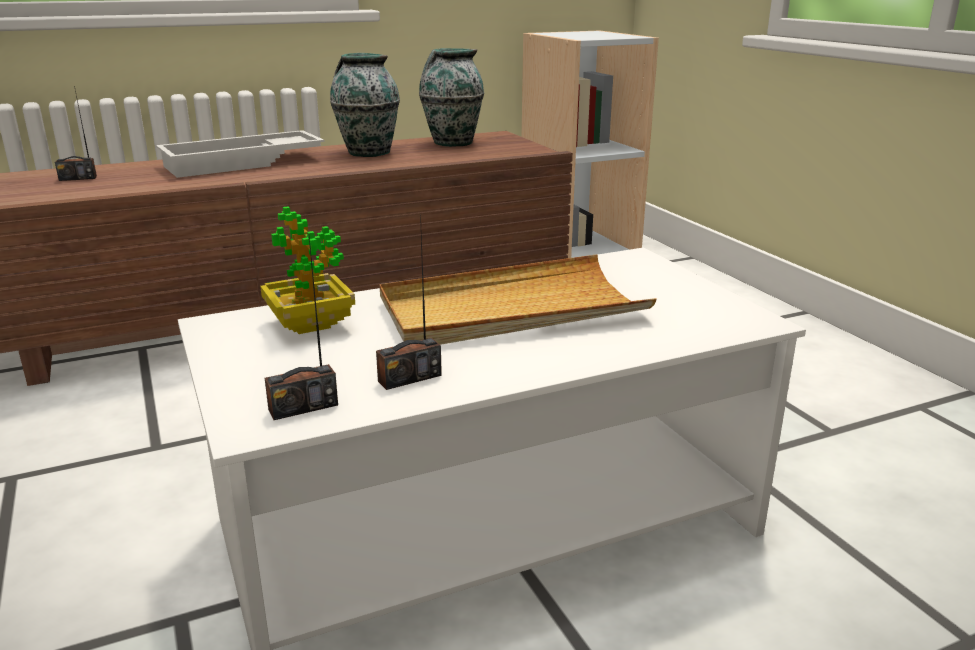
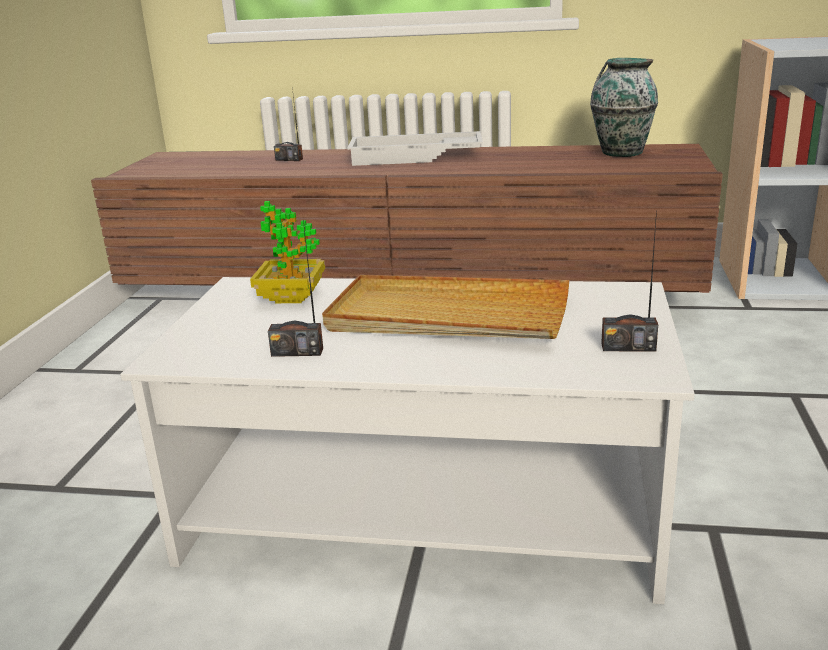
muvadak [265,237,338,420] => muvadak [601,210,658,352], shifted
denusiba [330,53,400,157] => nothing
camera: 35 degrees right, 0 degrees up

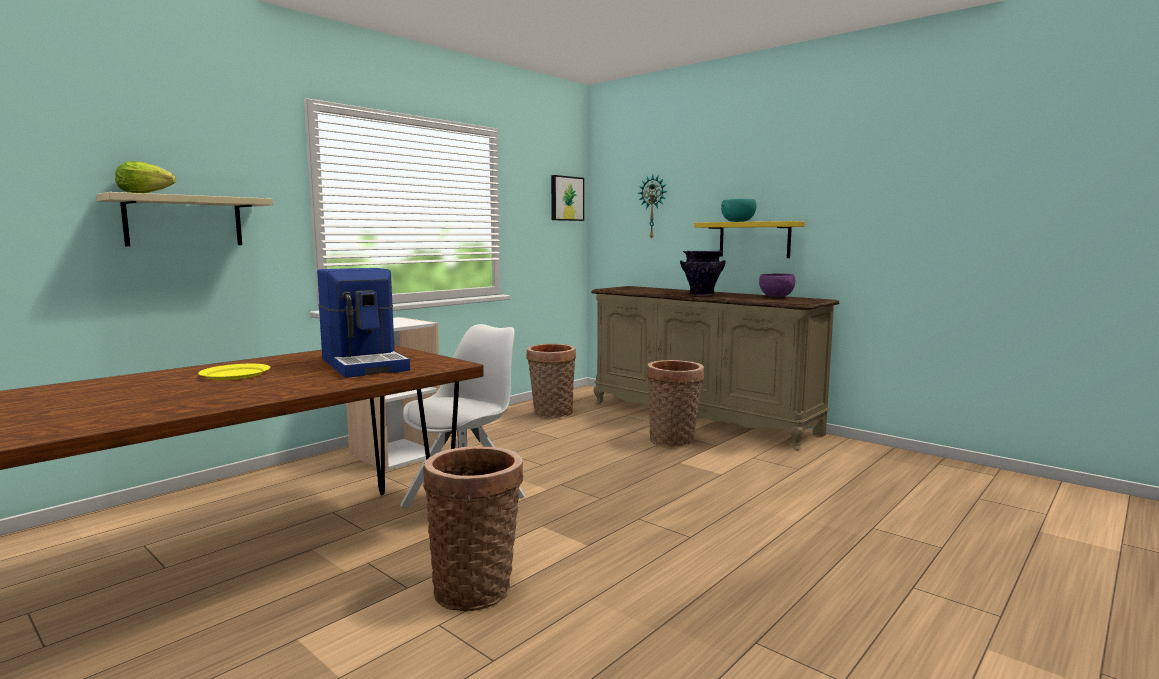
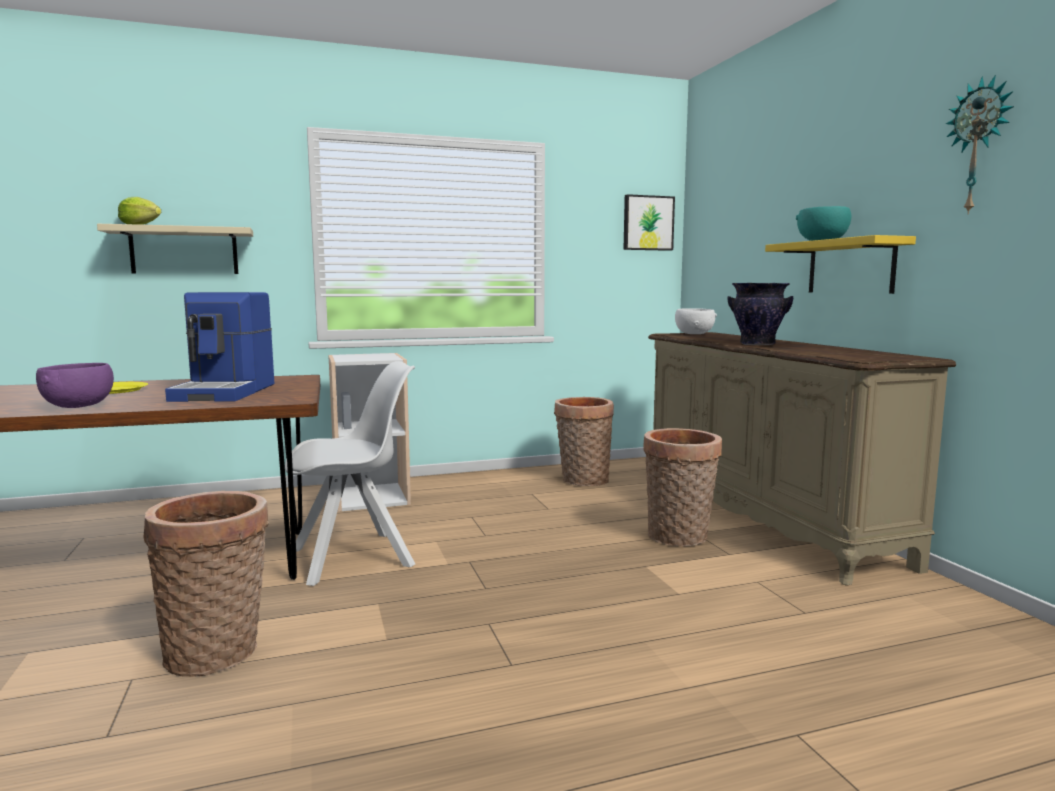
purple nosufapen [759,273,795,297] => purple nosufapen [36,363,114,408], shifted
nothing => white nosufapen [675,308,717,334]
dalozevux [639,175,667,240] => dalozevux [946,75,1014,214], shifted
camera: 30 degrees right, 0 degrees up

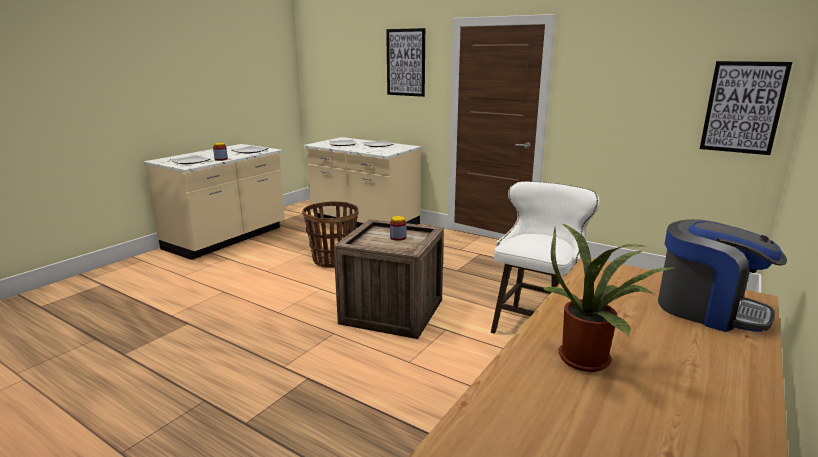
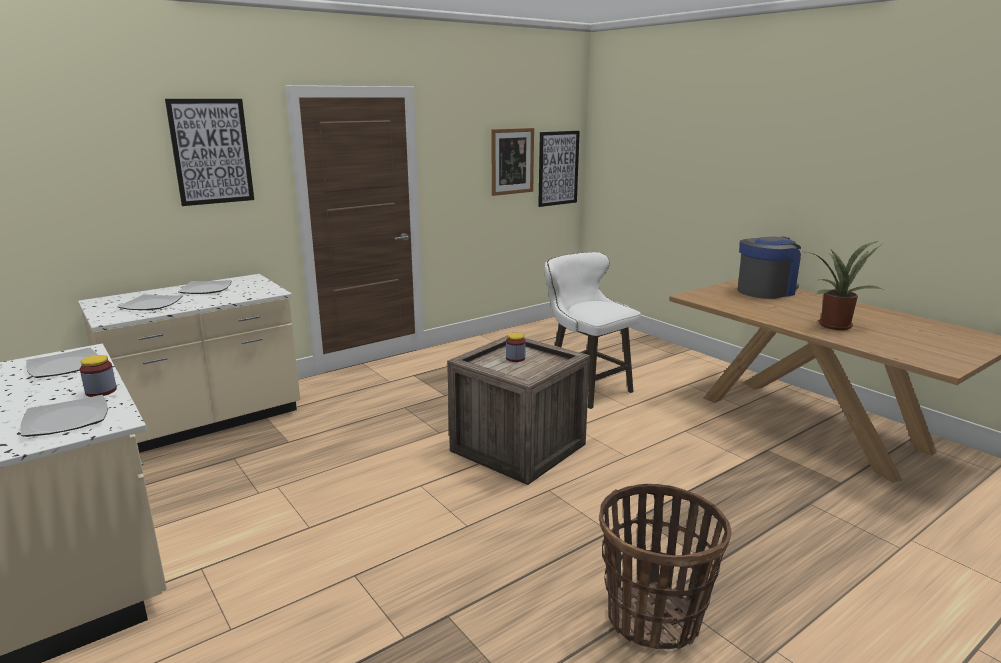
nothing => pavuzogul [491,128,534,196]
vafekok [302,201,358,268] => vafekok [599,484,731,649], shifted
camera: 70 degrees left, 0 degrees up

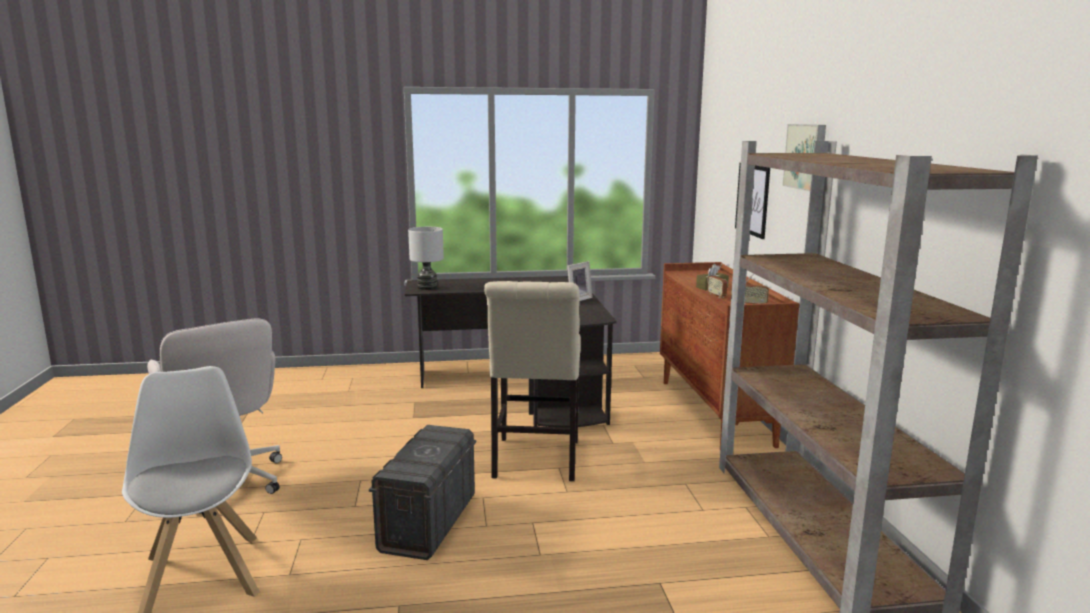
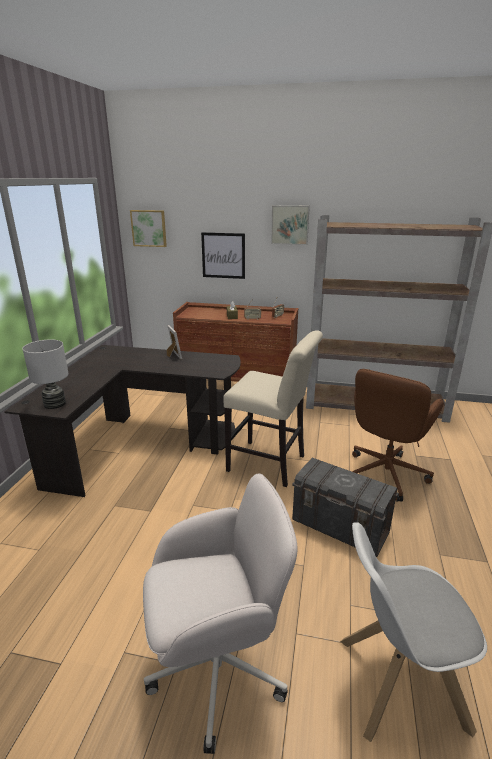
nothing => pavuzogul [130,210,167,247]
nothing => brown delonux [352,369,444,502]
camera: 70 degrees left, 10 degrees up

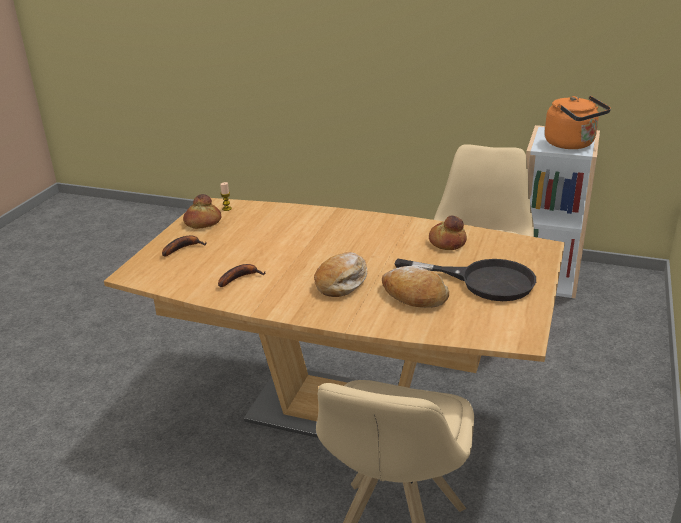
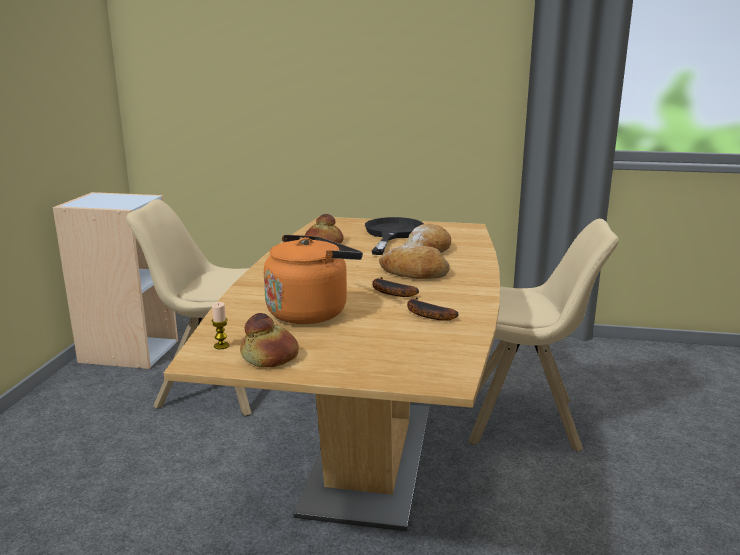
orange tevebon [545,96,611,149] => orange tevebon [264,235,363,324], shifted
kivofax [162,236,207,256] => kivofax [372,277,419,297], shifted
camera: 100 degrees left, 10 degrees down

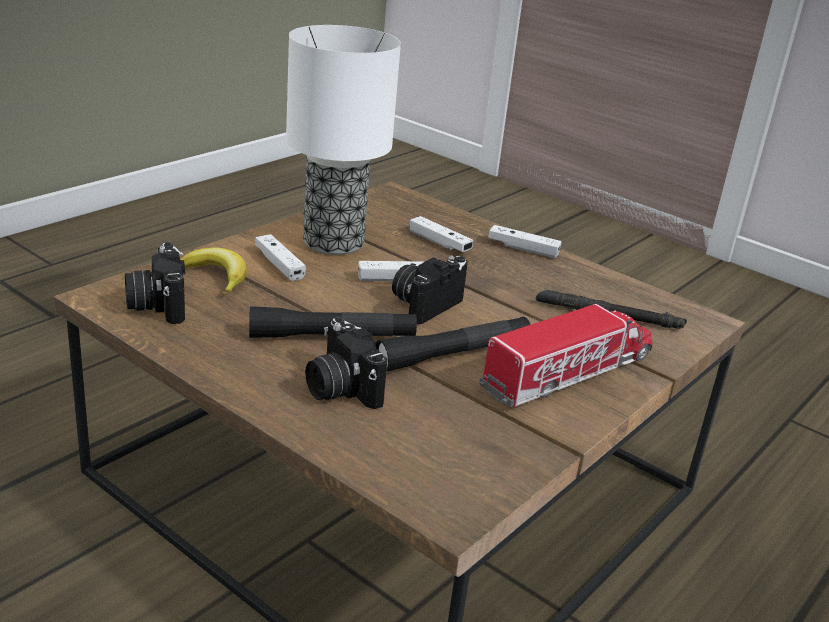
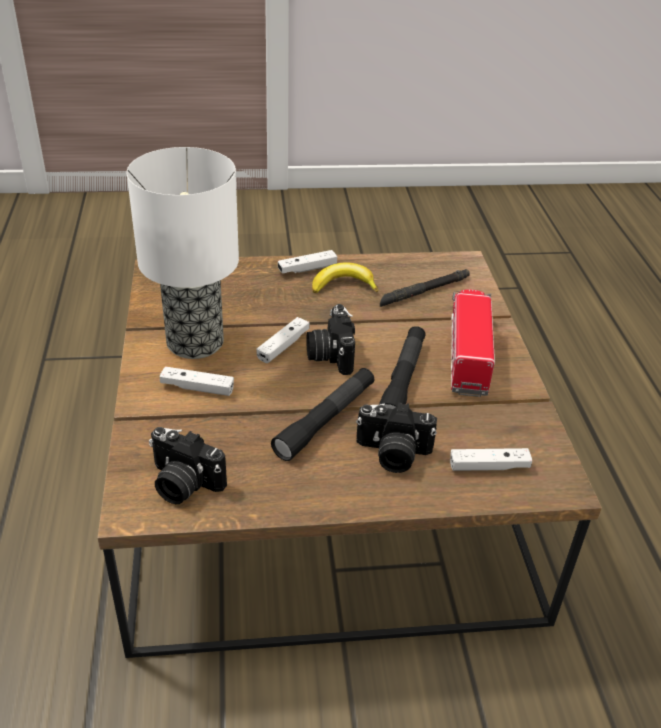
kivofax [180,248,247,296] => kivofax [312,262,378,294], shifted
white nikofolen [409,216,473,252] => white nikofolen [450,448,532,471], shifted
camera: 45 degrees left, 10 degrees up

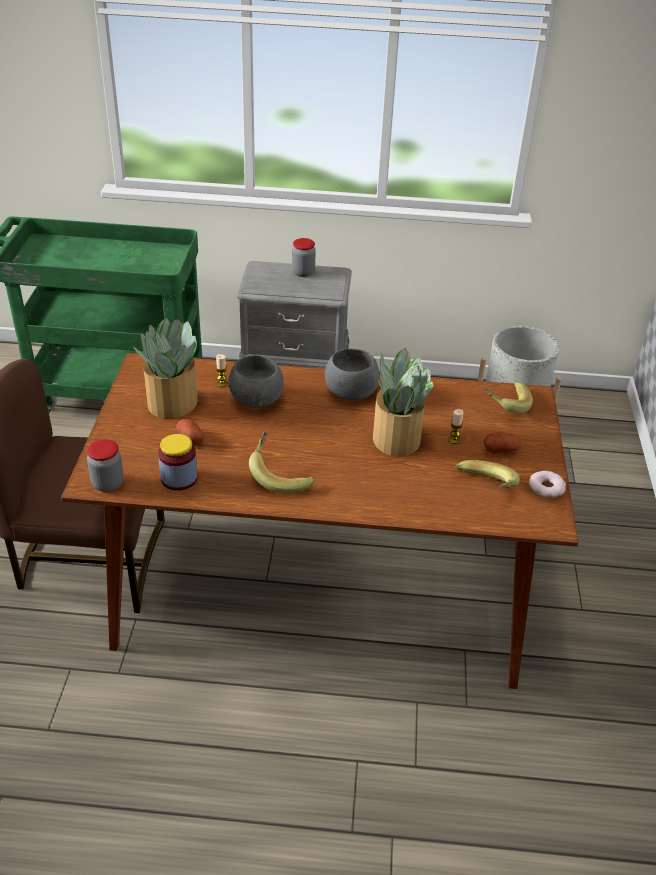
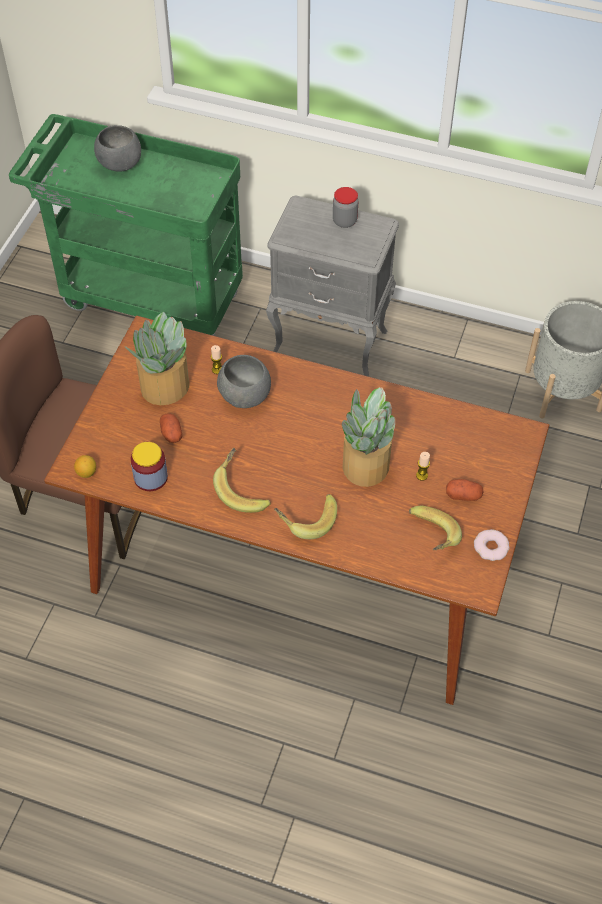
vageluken [87,439,123,492] => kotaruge [74,455,96,478]
grey nosufapen [325,348,380,400] => grey nosufapen [94,125,141,172], shifted
kivofax [483,381,533,414] => kivofax [274,494,337,539], shifted
camera: 15 degrees right, 15 degrees up

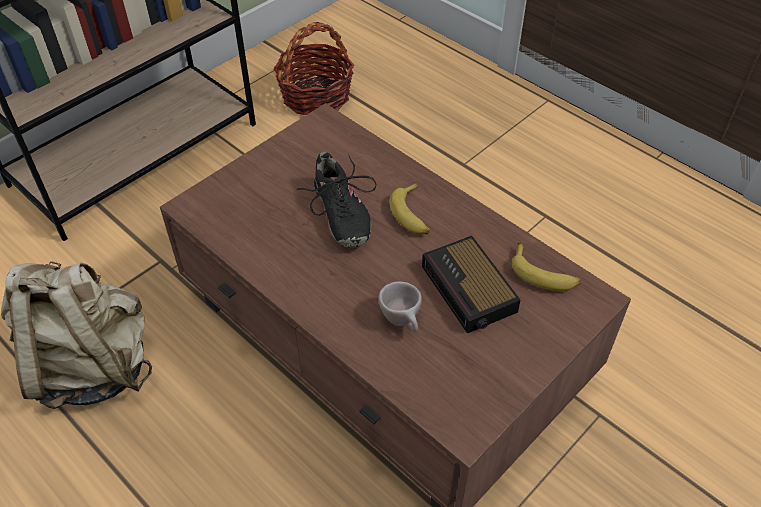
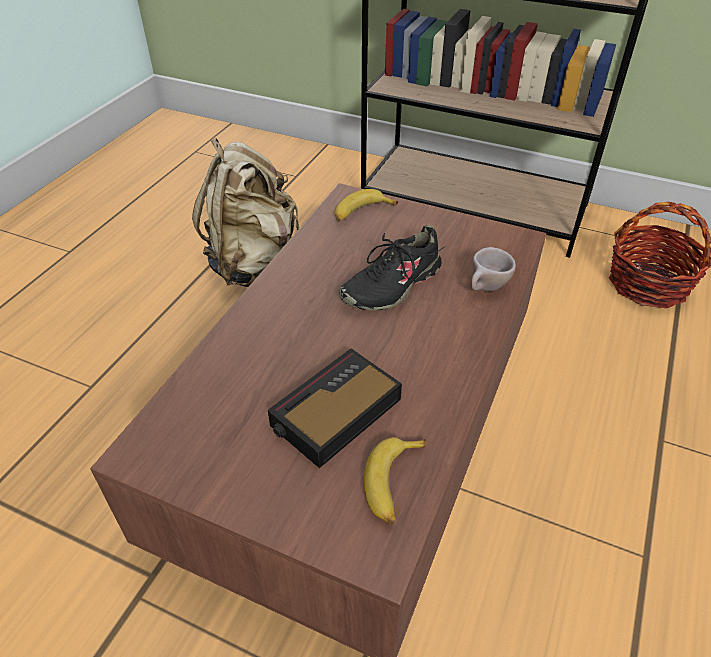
kivofax [389,182,430,234] => kivofax [334,189,398,222], shifted
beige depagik [379,282,422,332] => beige depagik [470,247,516,291], shifted
camera: 70 degrees right, 5 degrees down

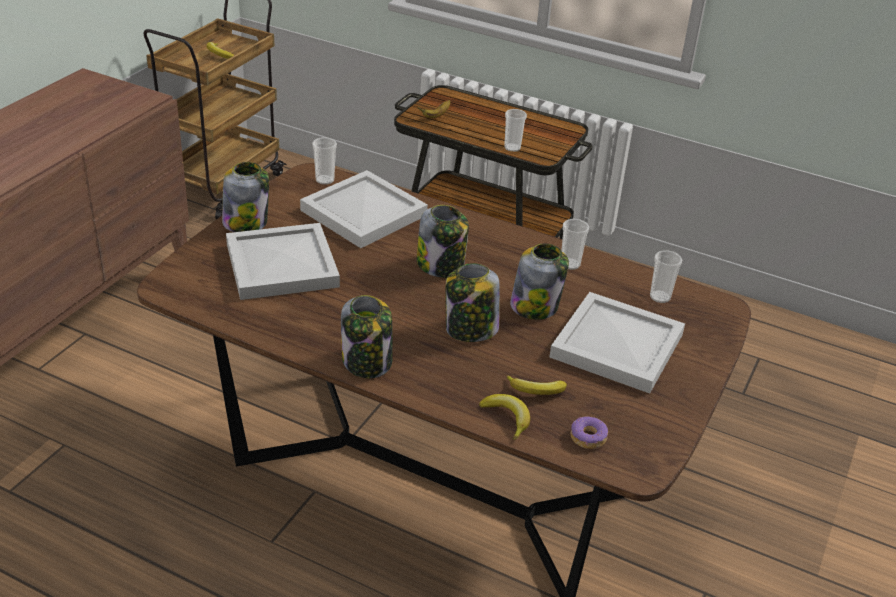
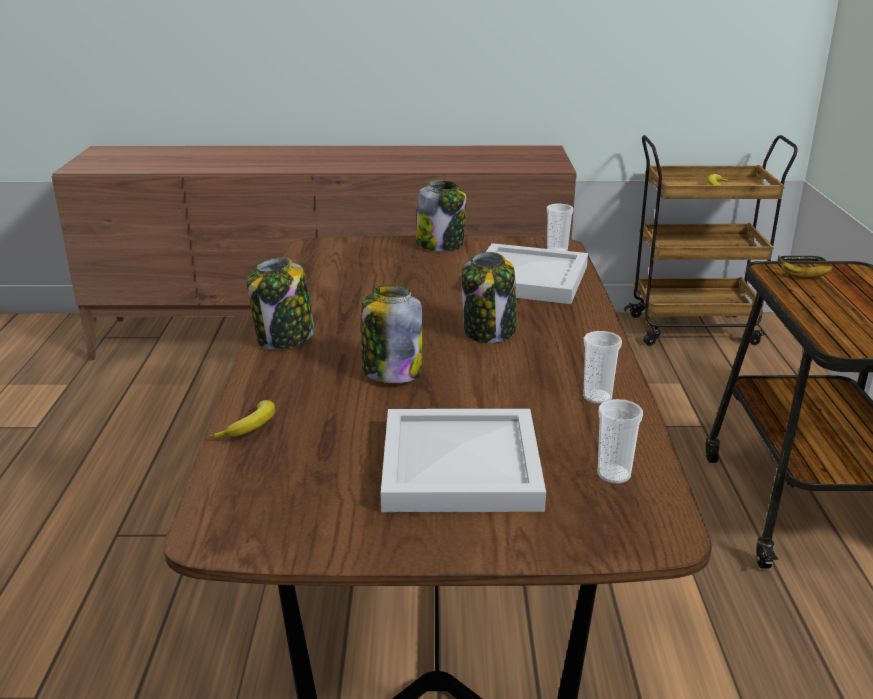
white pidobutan [226,223,340,300] => nothing
depagik [504,109,527,152] => nothing
kivofax [507,375,567,395] => nothing
vageluken [510,244,569,320] => nothing
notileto [571,416,608,449] => nothing
camera: 65 degrees right, 10 degrees down

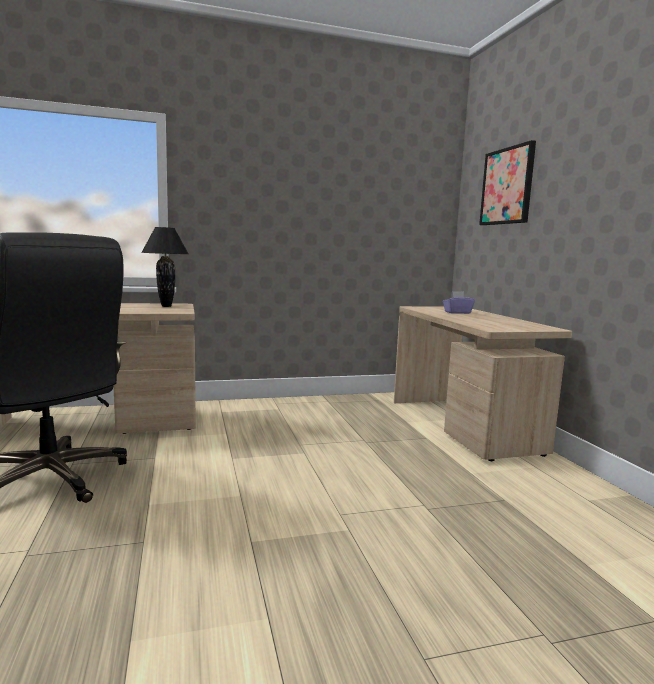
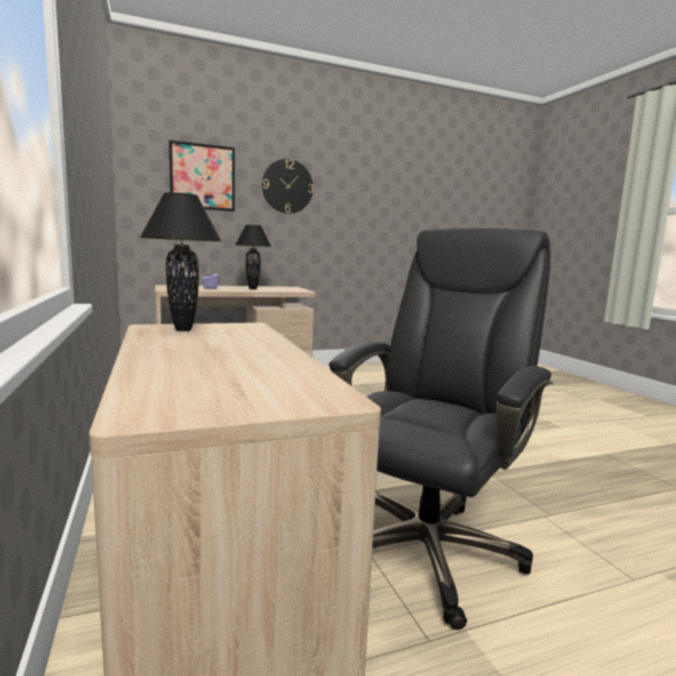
nothing => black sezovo [235,225,272,290]
nothing => dalozevux [262,159,313,214]
camera: 95 degrees left, 0 degrees up

